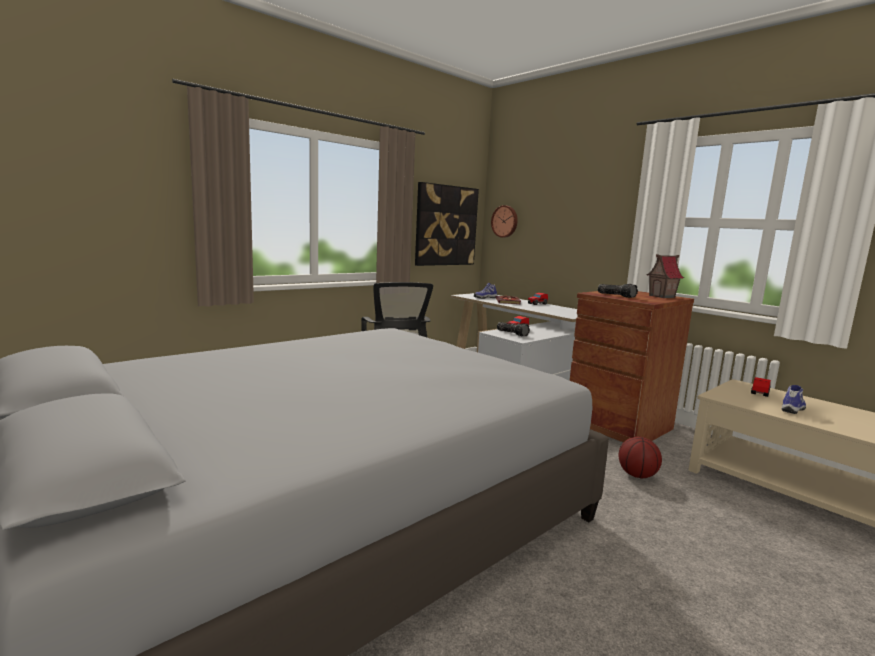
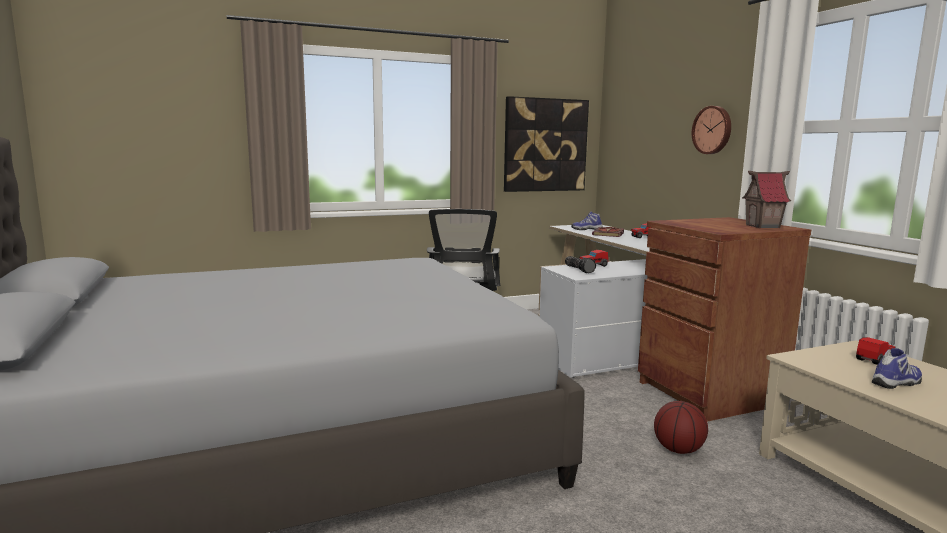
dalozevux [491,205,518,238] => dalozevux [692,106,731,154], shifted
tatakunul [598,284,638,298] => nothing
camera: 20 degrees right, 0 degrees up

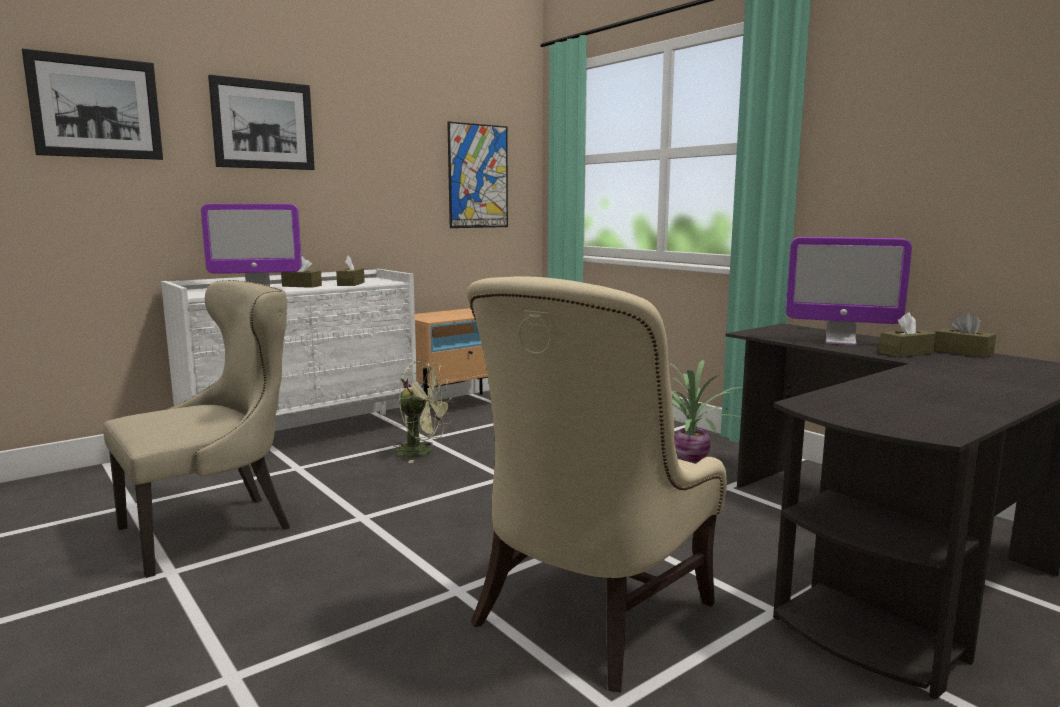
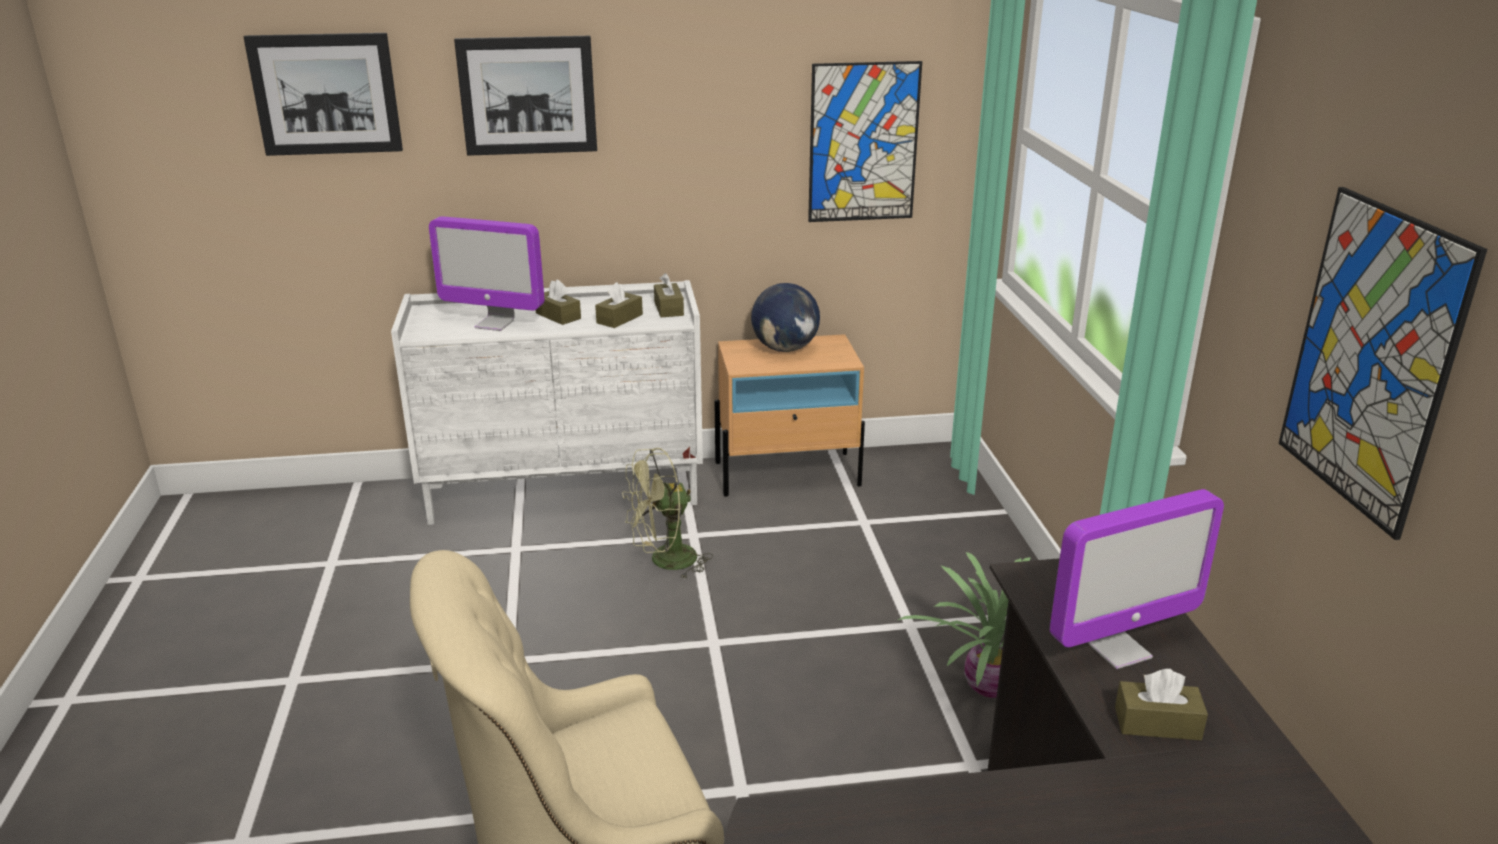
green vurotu [394,361,454,463] => green vurotu [622,448,713,580], 105 degrees clockwise
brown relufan [934,312,996,358] => brown relufan [654,273,684,317], shifted
nothing => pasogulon [751,283,820,352]
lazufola [786,237,912,345] => lazufola [1050,489,1224,669], 75 degrees counterclockwise
nothing => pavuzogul [1279,187,1487,540]
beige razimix [103,280,290,578] => nothing
camera: 30 degrees right, 15 degrees up

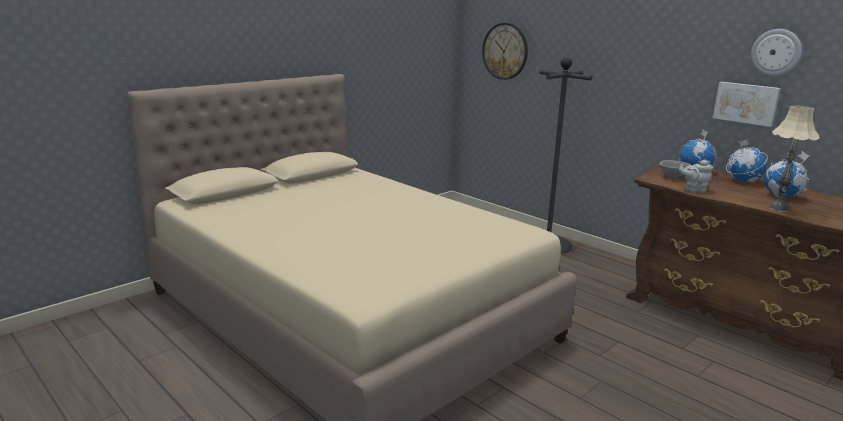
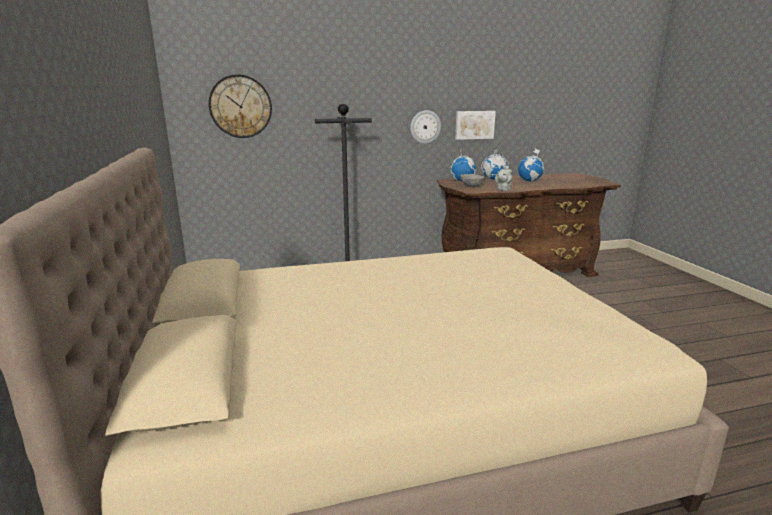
dalozevux [751,29,802,76] => dalozevux [410,110,441,144], shifted
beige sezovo [769,106,820,212] => nothing
camera: 60 degrees left, 0 degrees up

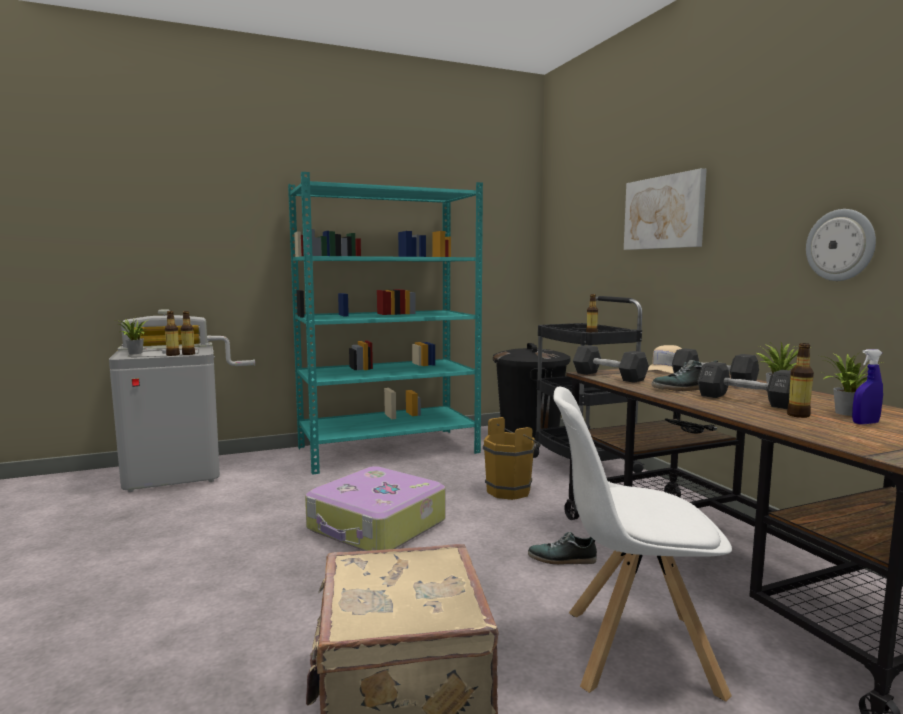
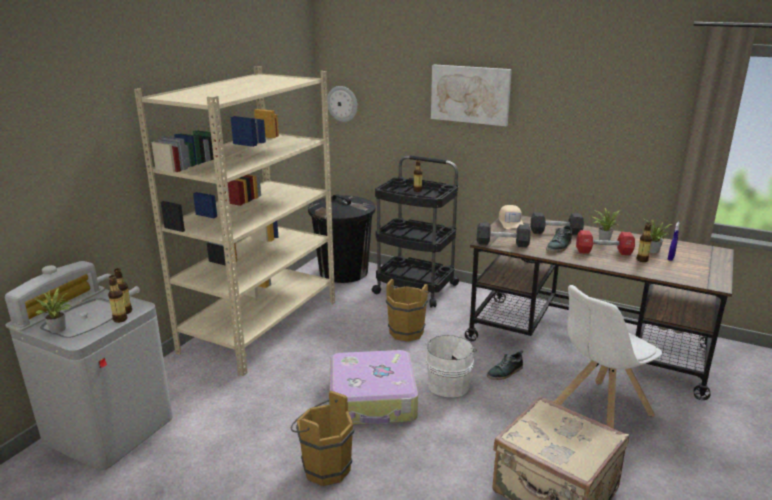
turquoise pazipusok [288,172,483,475] => beige pazipusok [134,66,335,376]
nothing => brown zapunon [291,391,354,486]
dalozevux [806,209,876,281] => dalozevux [327,86,358,122], shifted
nothing => white zapunon [425,335,477,397]
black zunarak [697,362,791,409] => red zunarak [576,230,635,255]
camera: 40 degrees left, 15 degrees up

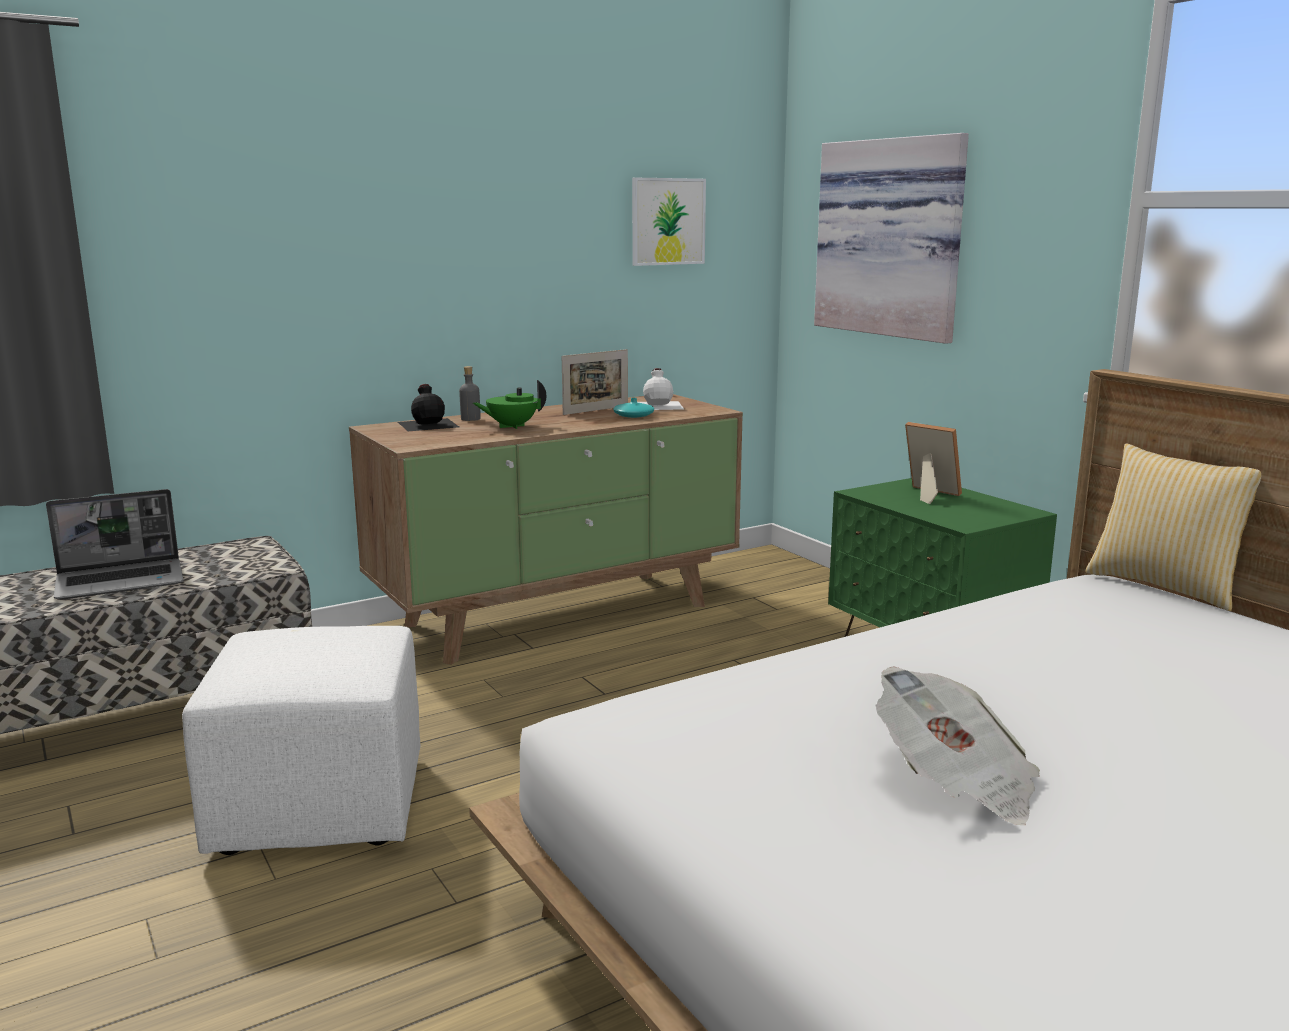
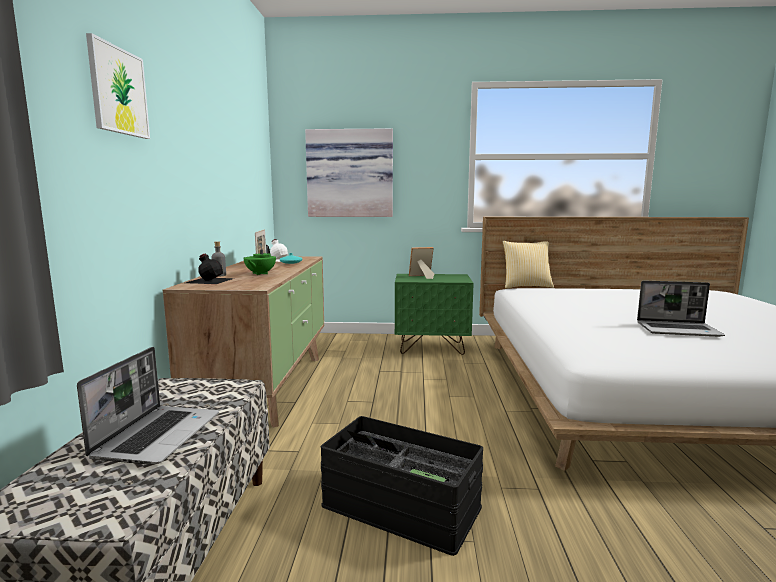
pavuzogul [632,178,706,266] => pavuzogul [86,33,150,139], shifted
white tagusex [182,626,420,855] => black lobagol [321,416,483,556]
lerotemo [875,667,1040,825] => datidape [637,280,725,337]
camera: 55 degrees left, 5 degrees down

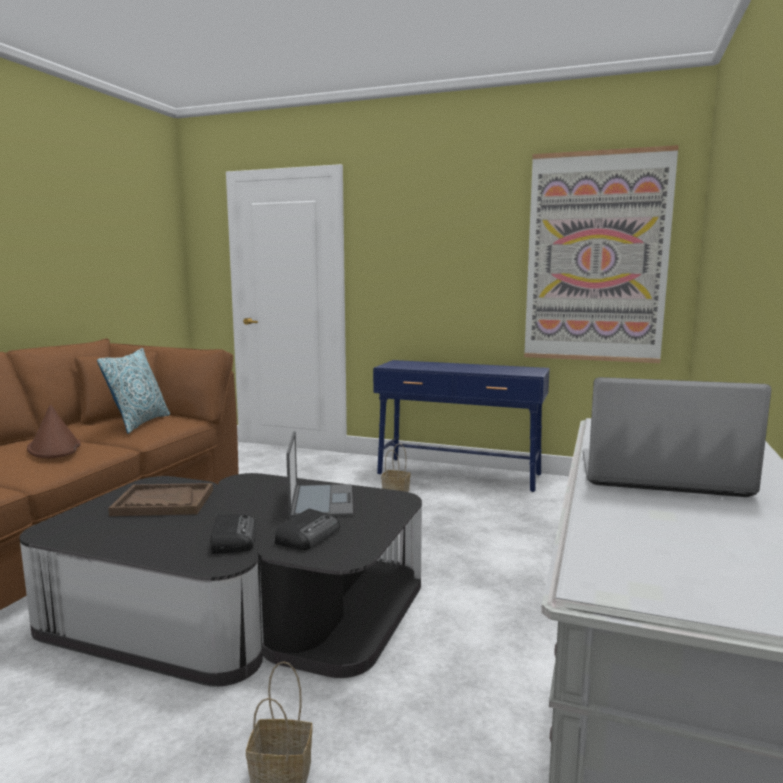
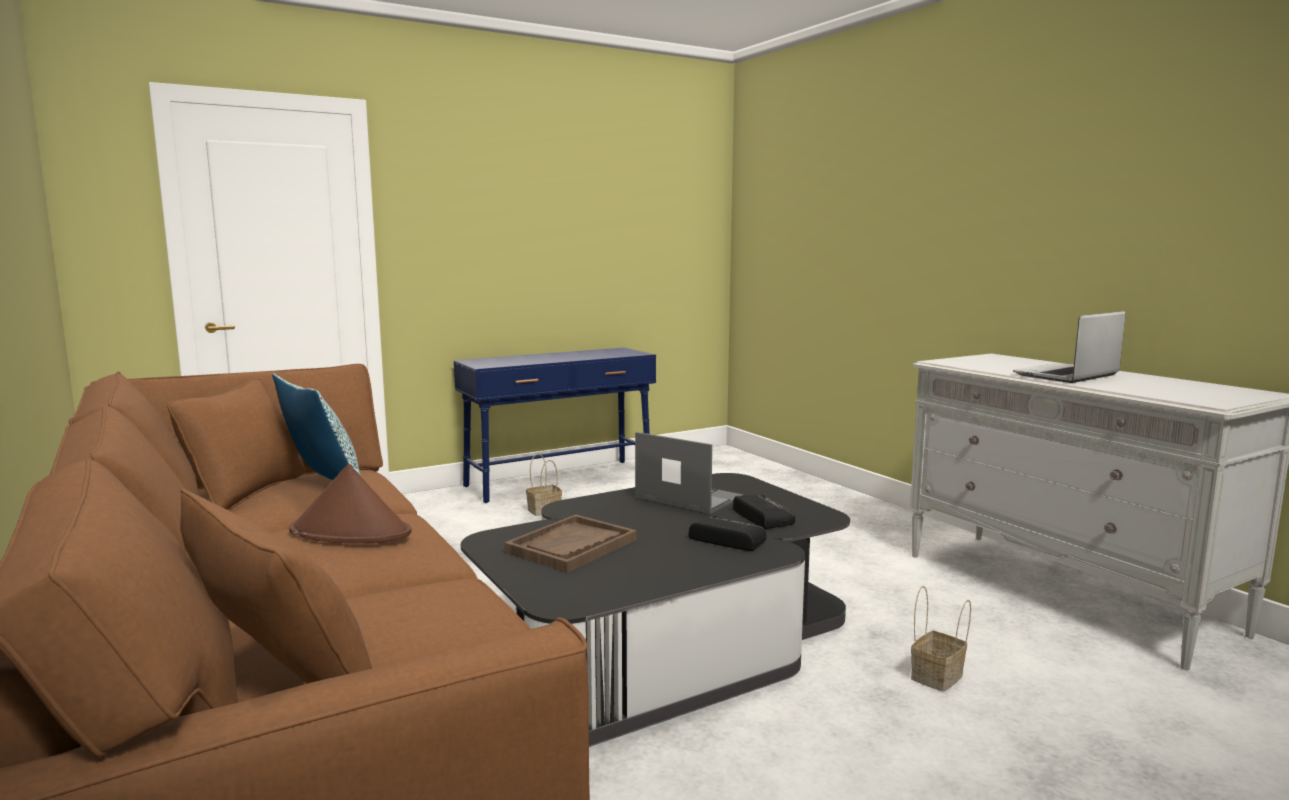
pavuzogul [524,145,679,363] => nothing
camera: 50 degrees left, 0 degrees up

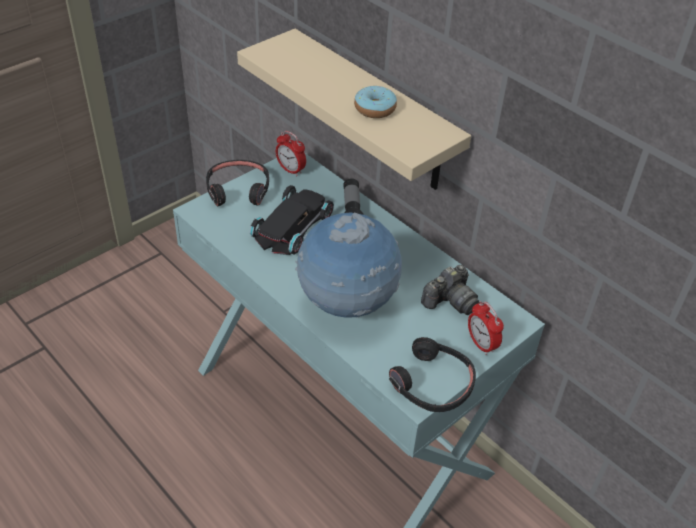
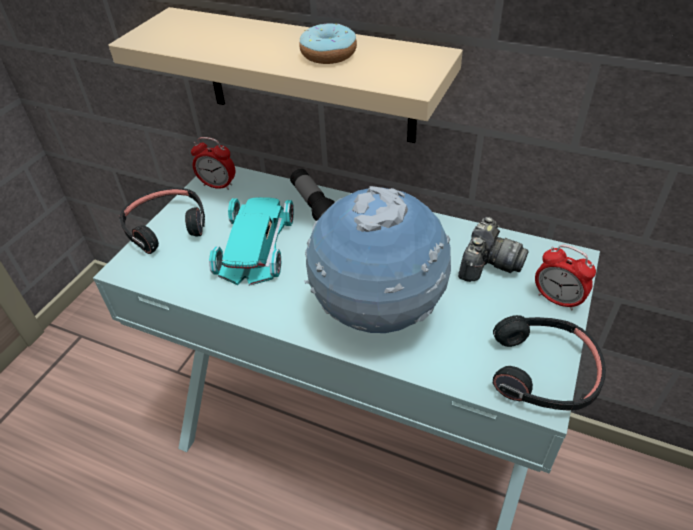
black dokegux [249,185,334,255] => turquoise dokegux [209,197,294,286]
camera: 20 degrees left, 0 degrees up

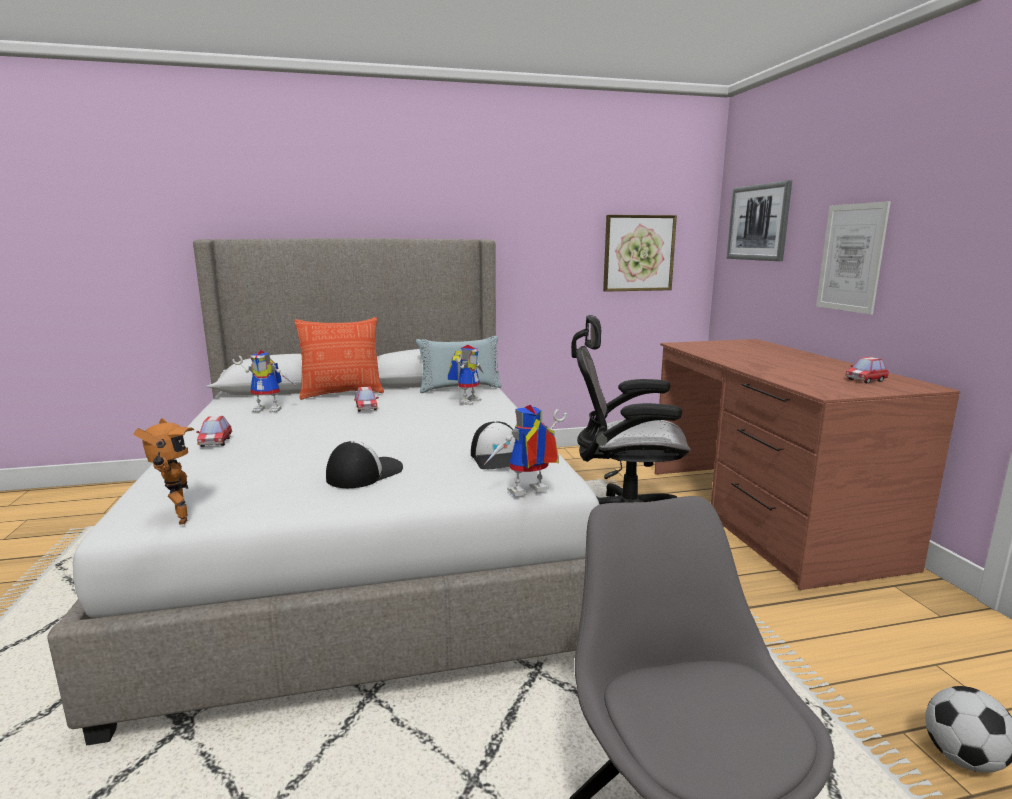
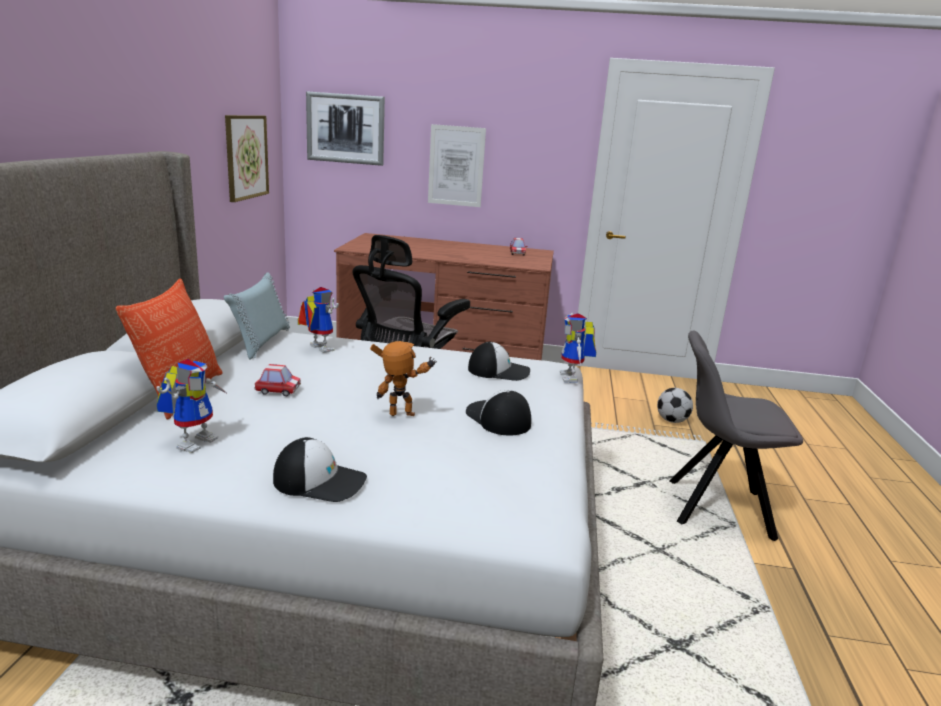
dokegux [196,416,232,447] => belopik [273,437,367,502]
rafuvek [134,418,194,525] => rafuvek [370,341,437,416], shifted
camera: 70 degrees left, 5 degrees up

